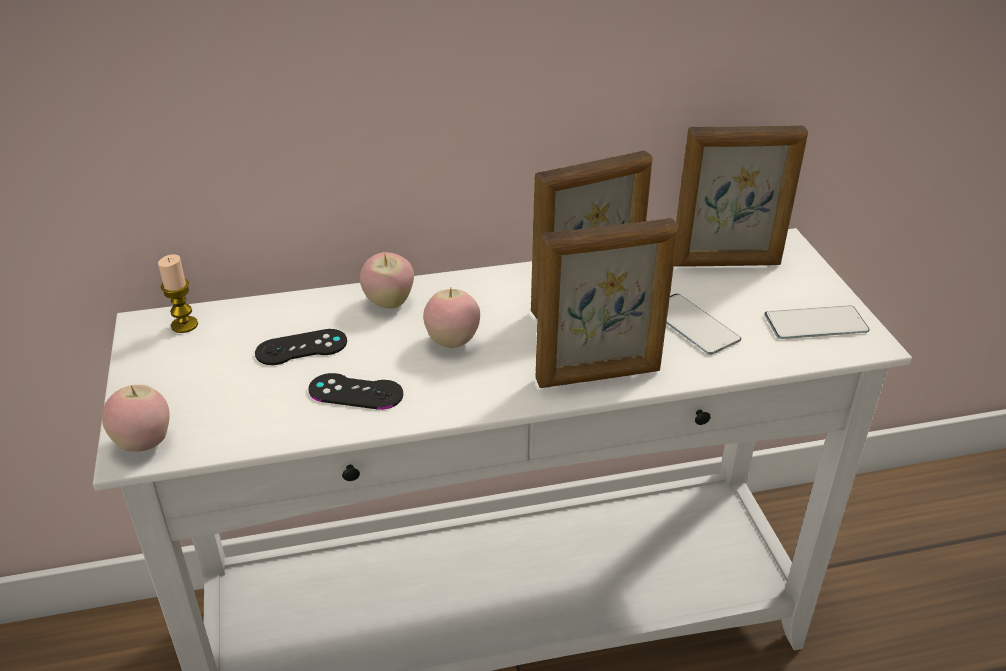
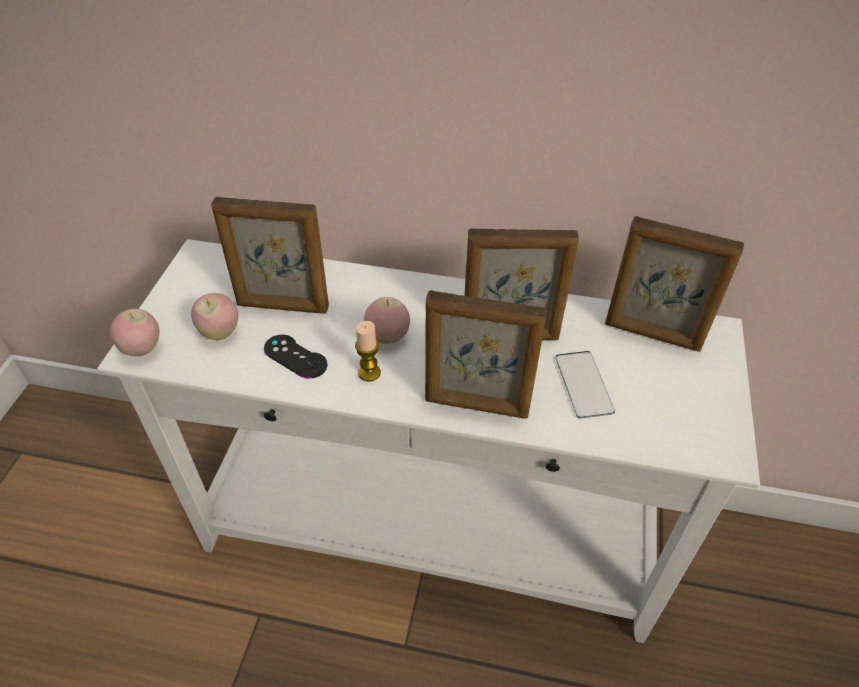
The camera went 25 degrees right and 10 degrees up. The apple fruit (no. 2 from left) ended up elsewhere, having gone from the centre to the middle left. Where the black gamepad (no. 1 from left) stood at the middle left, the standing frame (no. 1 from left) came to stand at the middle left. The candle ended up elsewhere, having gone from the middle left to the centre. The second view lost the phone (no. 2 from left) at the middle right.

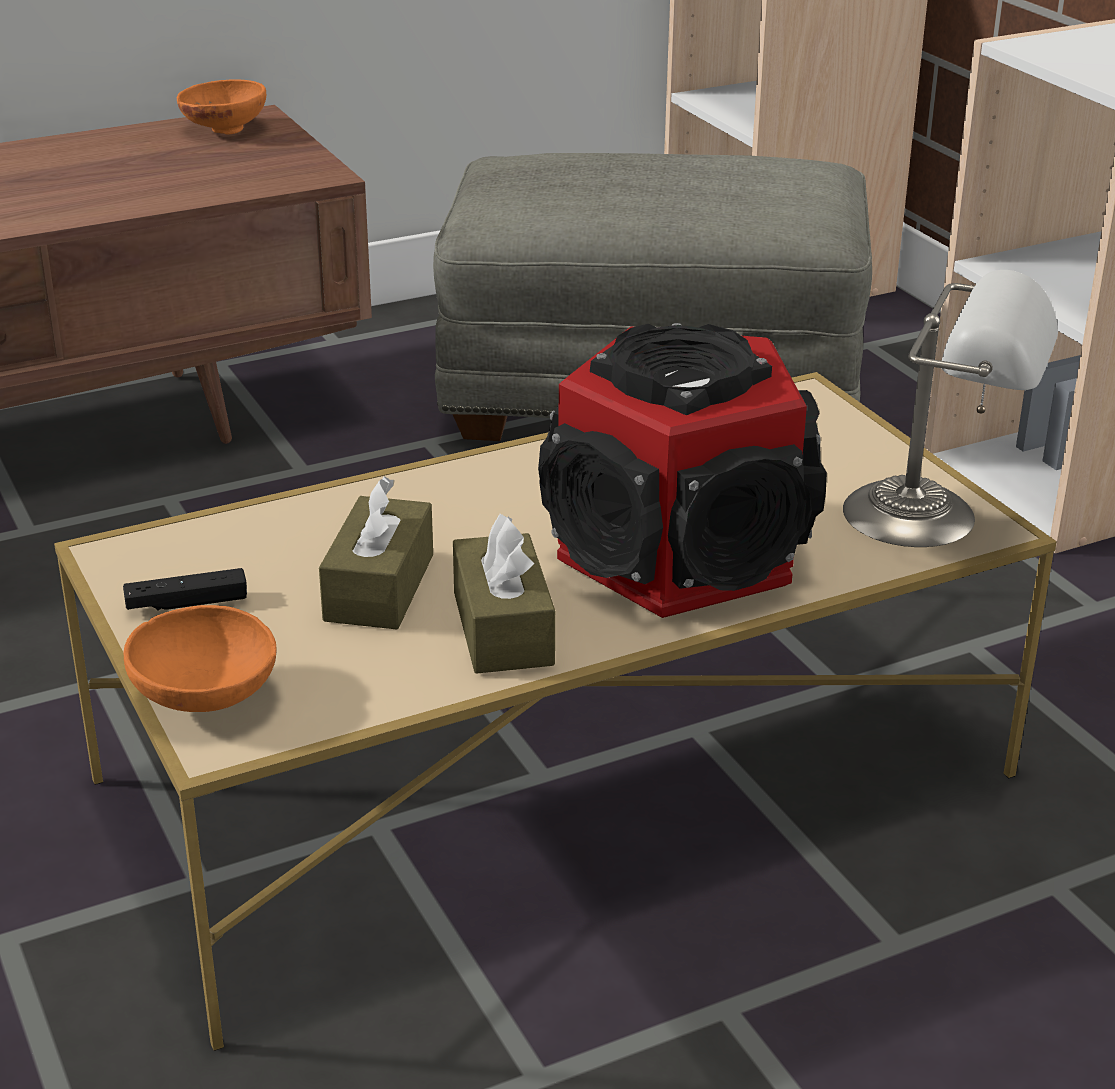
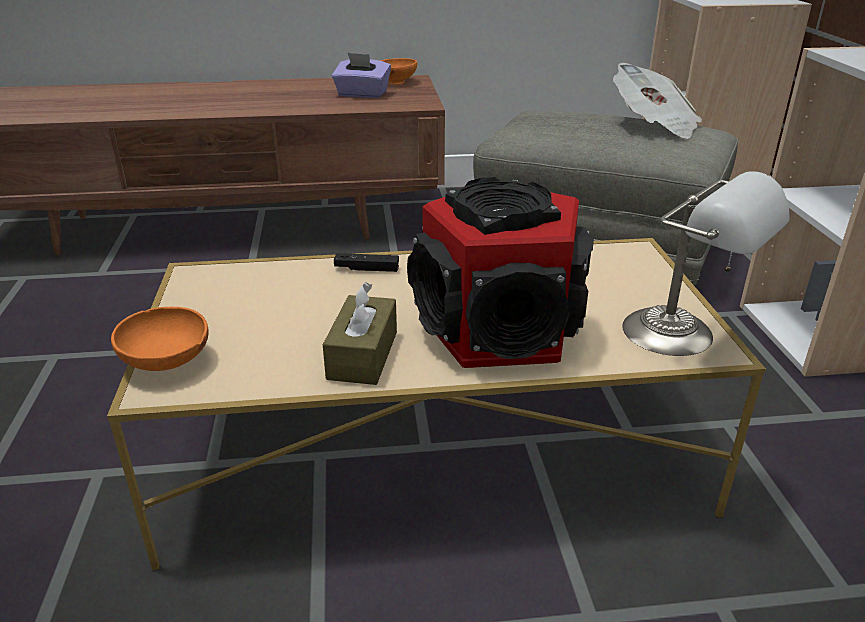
The camera went 20 degrees right and 0 degrees up. The second view gained the purple-coloured tissue box at the top centre. The black gamepad ended up elsewhere, having gone from the middle left to the centre. The second view gained the printed paper at the top right. The second view lost the brownish tissue box (no. 1 from left) at the centre.

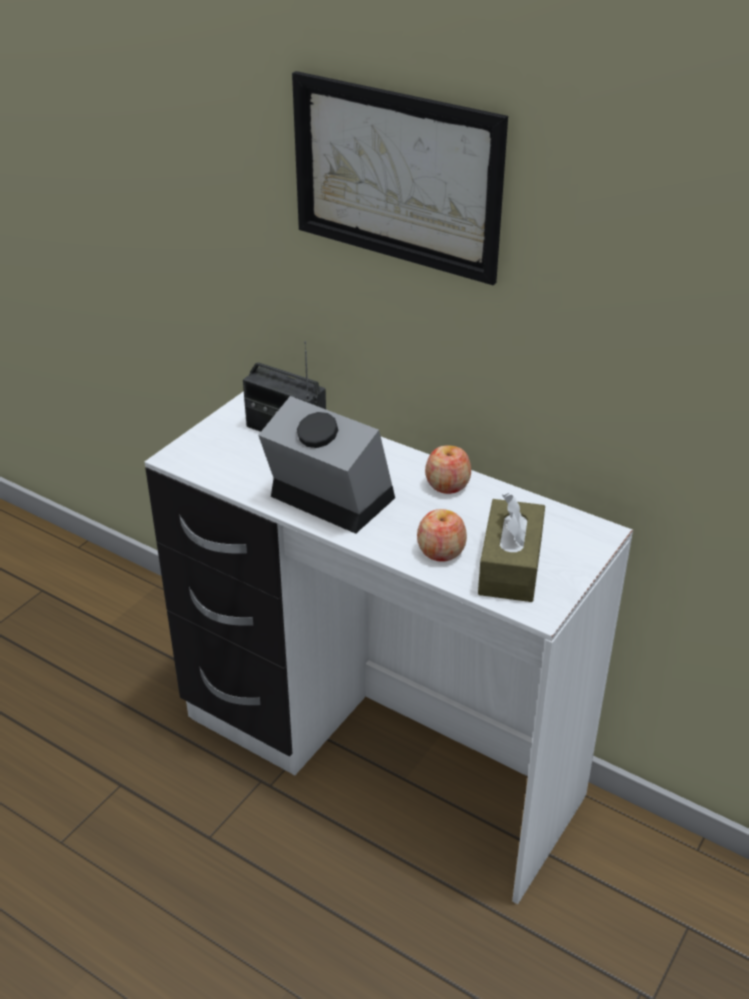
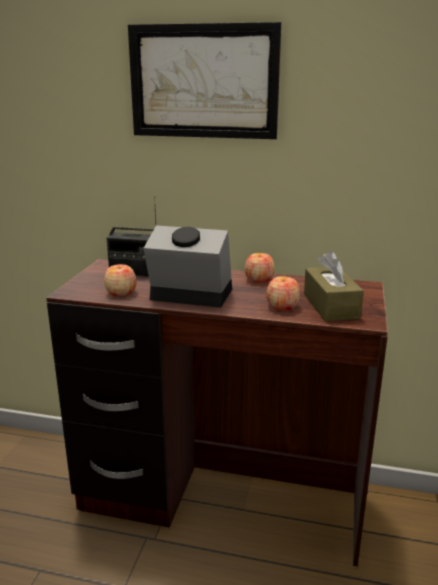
The camera went 20 degrees left and 15 degrees down. What was the white-coloured desk table at the centre turned into the brownish desk table at the bottom centre. The second view gained the apple fruit (no. 1 from left) at the middle left.

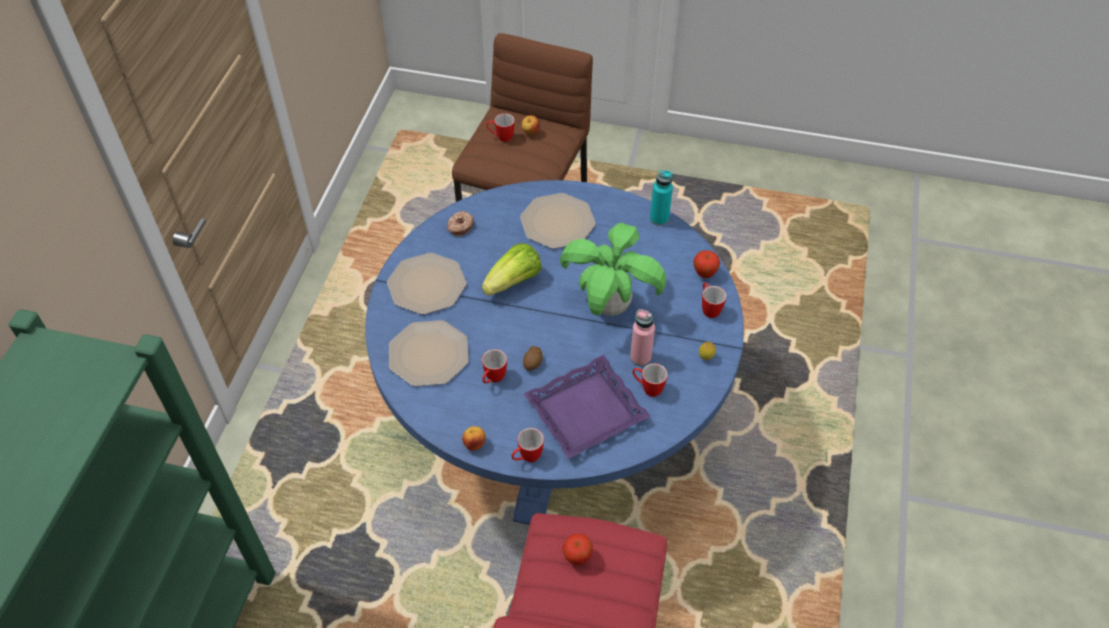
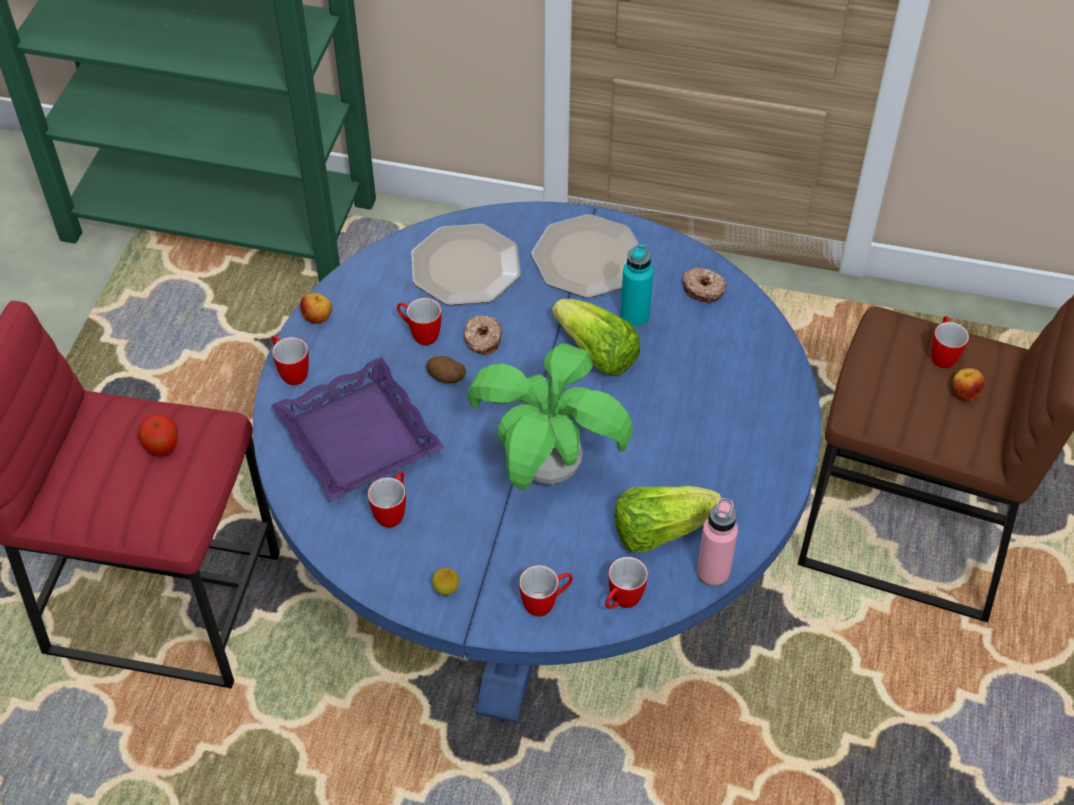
The camera went 90 degrees right and 0 degrees up. The second view gained the doughnut (no. 1 from left) at the centre. Where the apple fruit (no. 4 from left) stood at the centre, the mug (no. 5 from left) came to stand at the bottom centre. The second view gained the lettuce (no. 2 from left) at the centre. The blue-green bottle ended up elsewhere, having gone from the top centre to the centre. The pink-coloured bottle ended up elsewhere, having gone from the centre to the bottom right. The second view lost the dinner plate (no. 3 from left) at the centre.

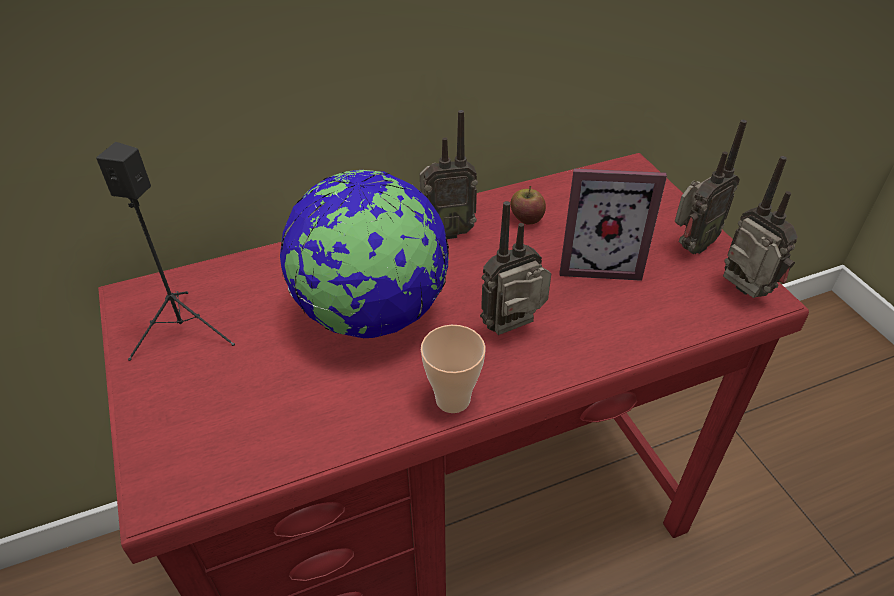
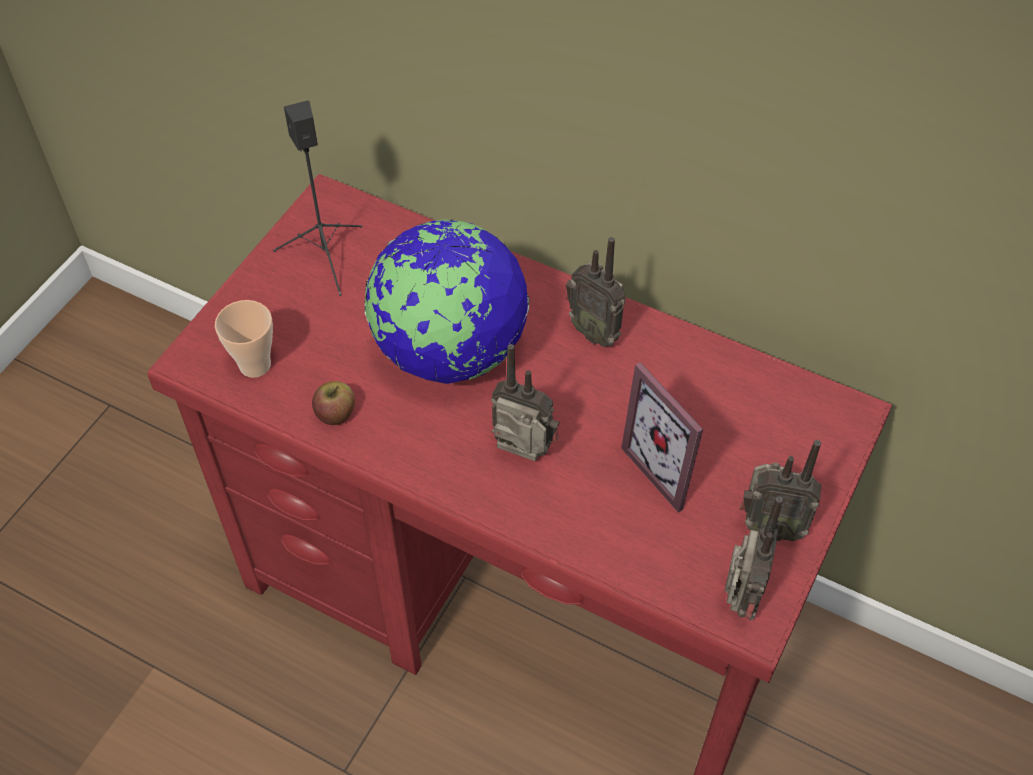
The camera went 50 degrees right and 10 degrees up. The drinking cup ended up elsewhere, having gone from the centre to the middle left. The apple fruit ended up elsewhere, having gone from the centre to the middle left.

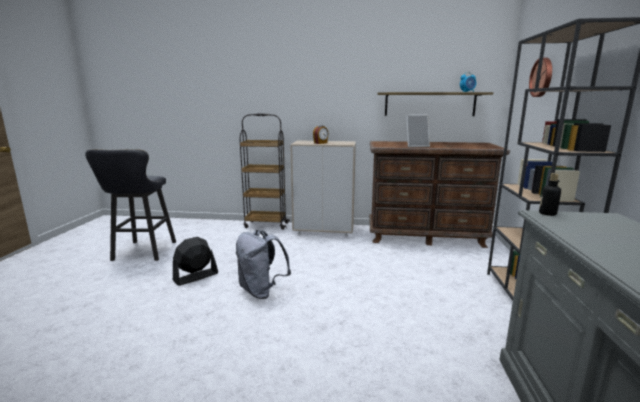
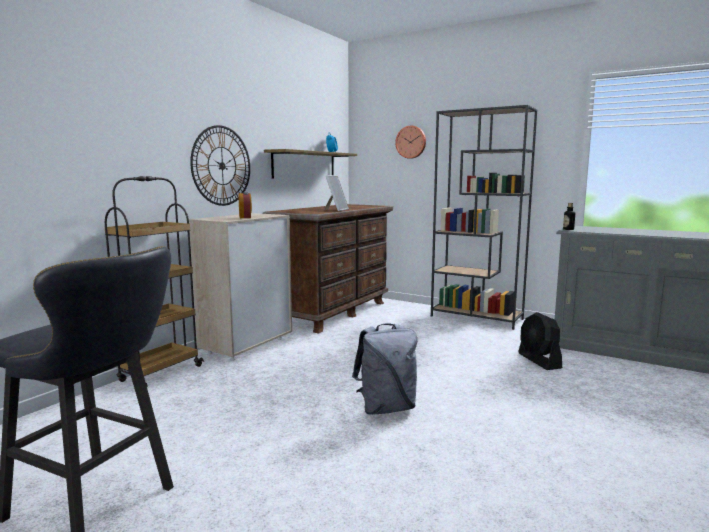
The camera went 65 degrees left and 5 degrees down. The second view gained the wall clock (no. 1 from left) at the top left. The black fan ended up elsewhere, having gone from the middle left to the middle right.

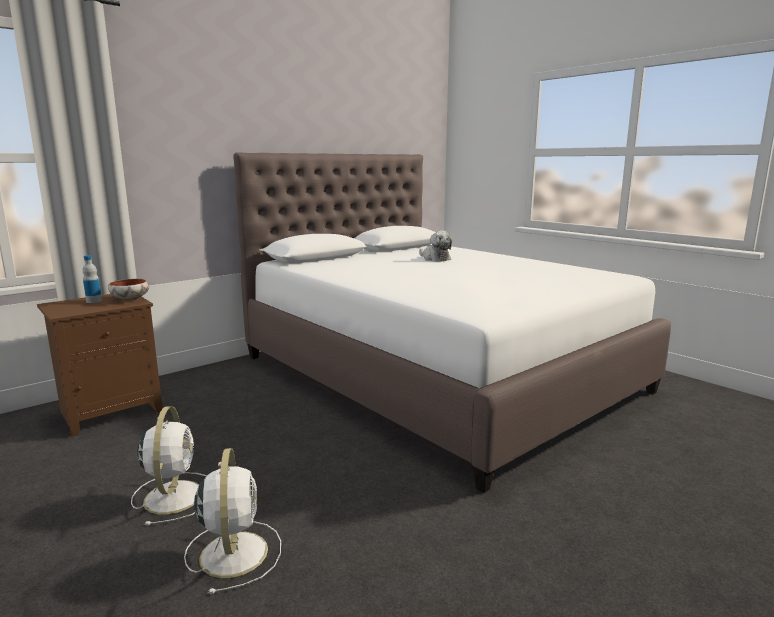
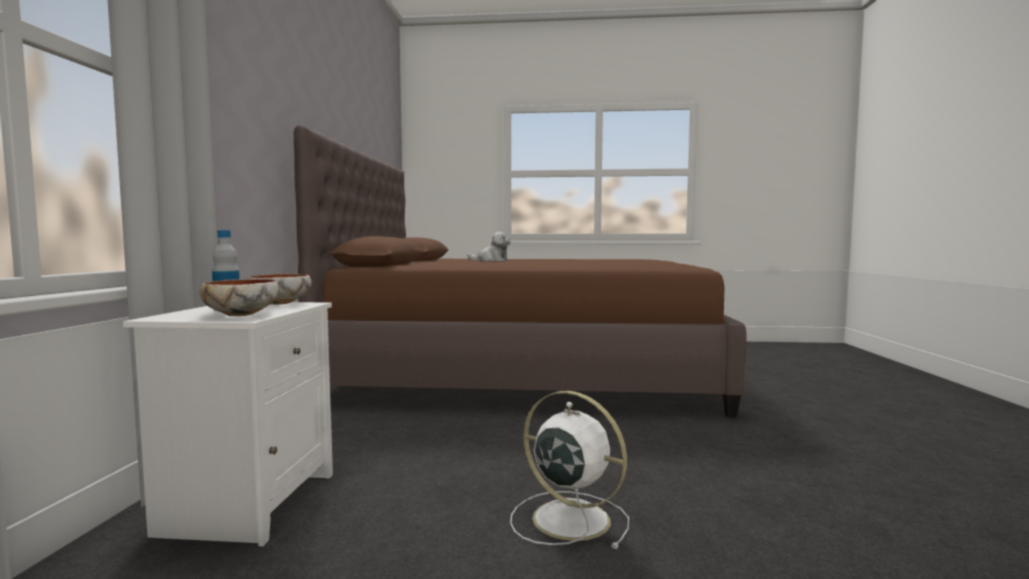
The camera went 45 degrees left and 10 degrees down. What was the brownish nightstand at the middle left turned into the white-coloured nightstand at the bottom left. The second view gained the serving bowl (no. 1 from left) at the middle left. What was the white-coloured sleeping bed at the centre turned into the brownish sleeping bed at the centre. The second view lost the white-coloured fan (no. 2 from left) at the bottom left.

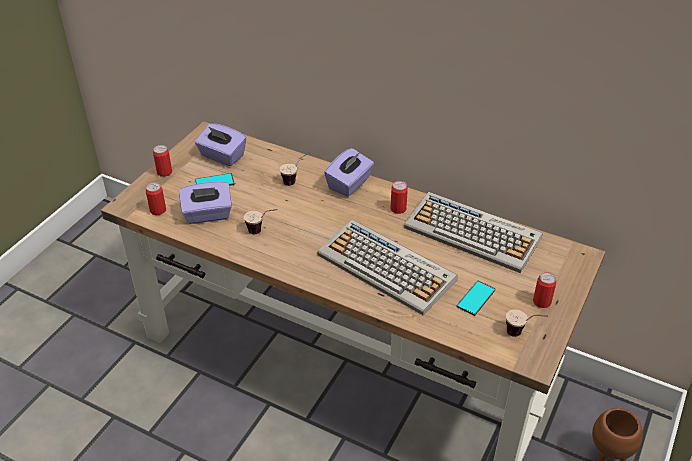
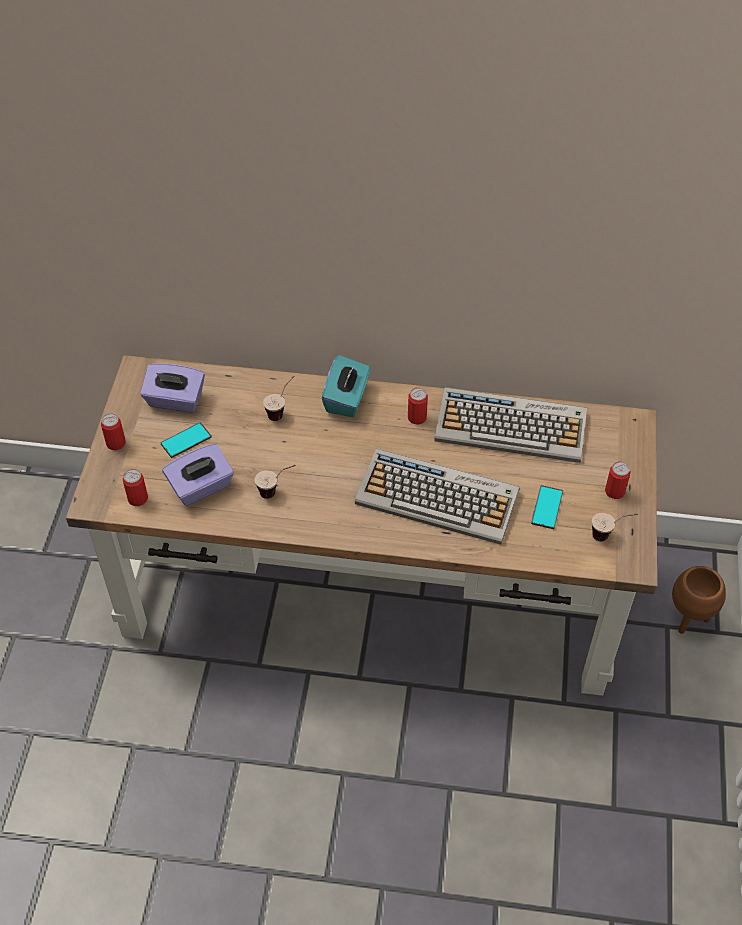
The camera went 20 degrees left and 10 degrees up. What was the purple-coloured tissue box (no. 3 from left) at the centre turned into the blue-green tissue box at the centre.

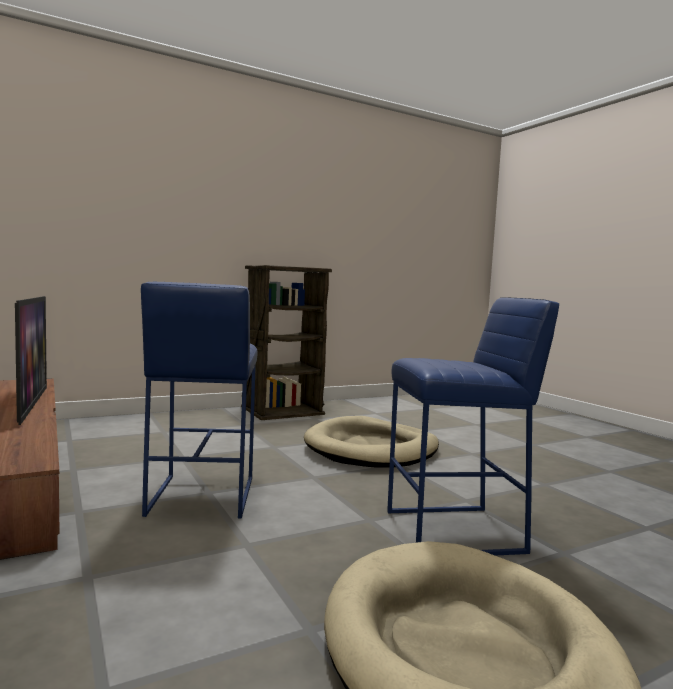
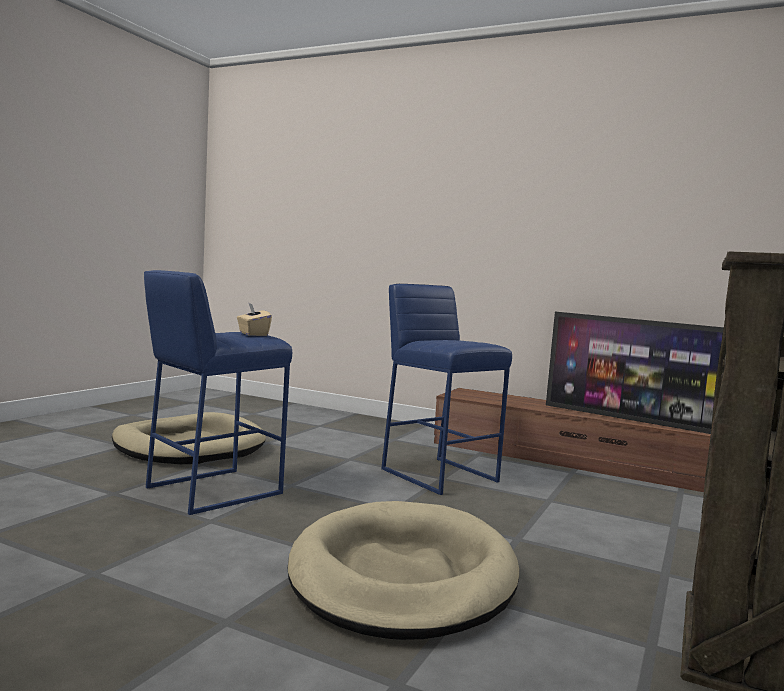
The camera went 145 degrees right and 0 degrees up. The second view gained the beige tissue box at the middle left.

